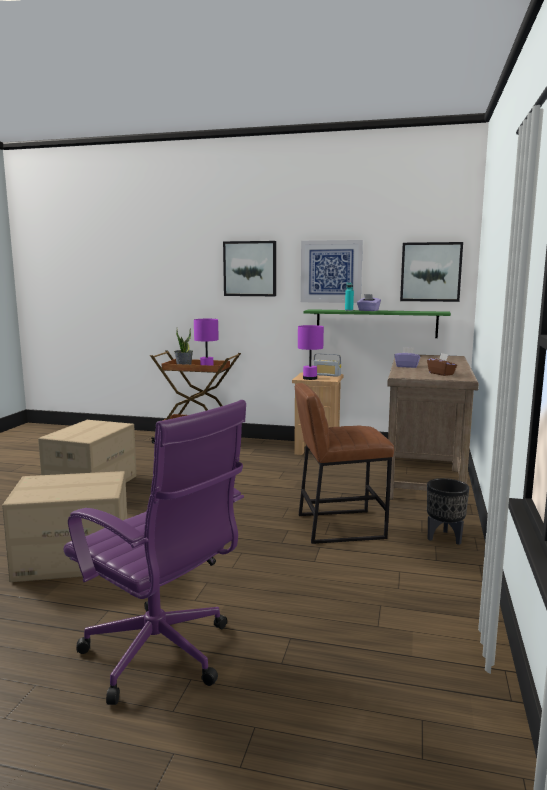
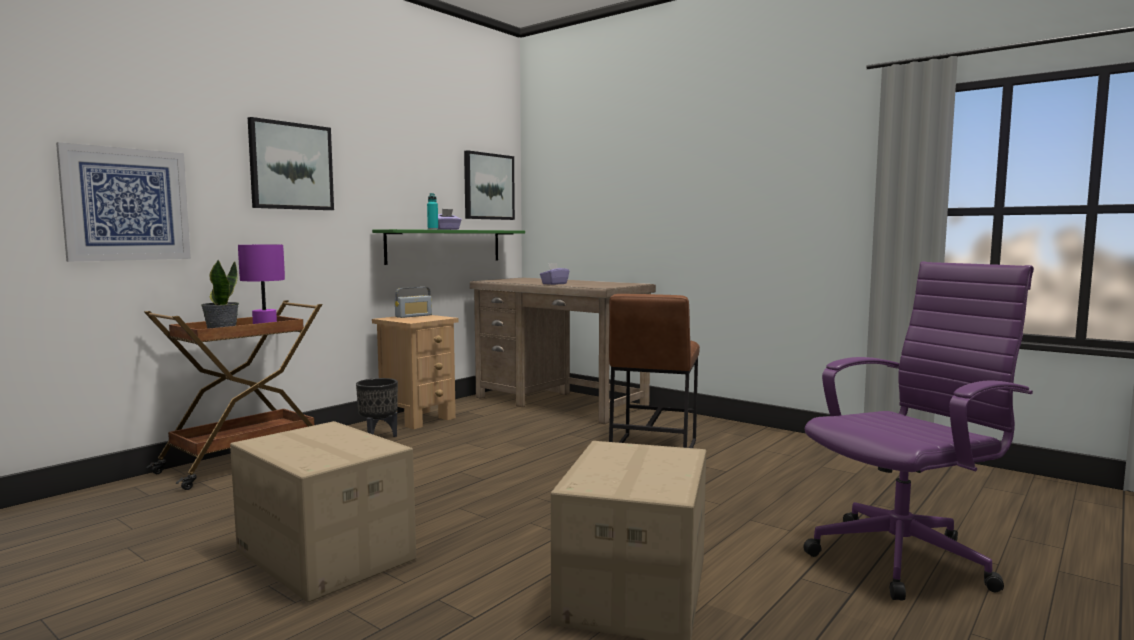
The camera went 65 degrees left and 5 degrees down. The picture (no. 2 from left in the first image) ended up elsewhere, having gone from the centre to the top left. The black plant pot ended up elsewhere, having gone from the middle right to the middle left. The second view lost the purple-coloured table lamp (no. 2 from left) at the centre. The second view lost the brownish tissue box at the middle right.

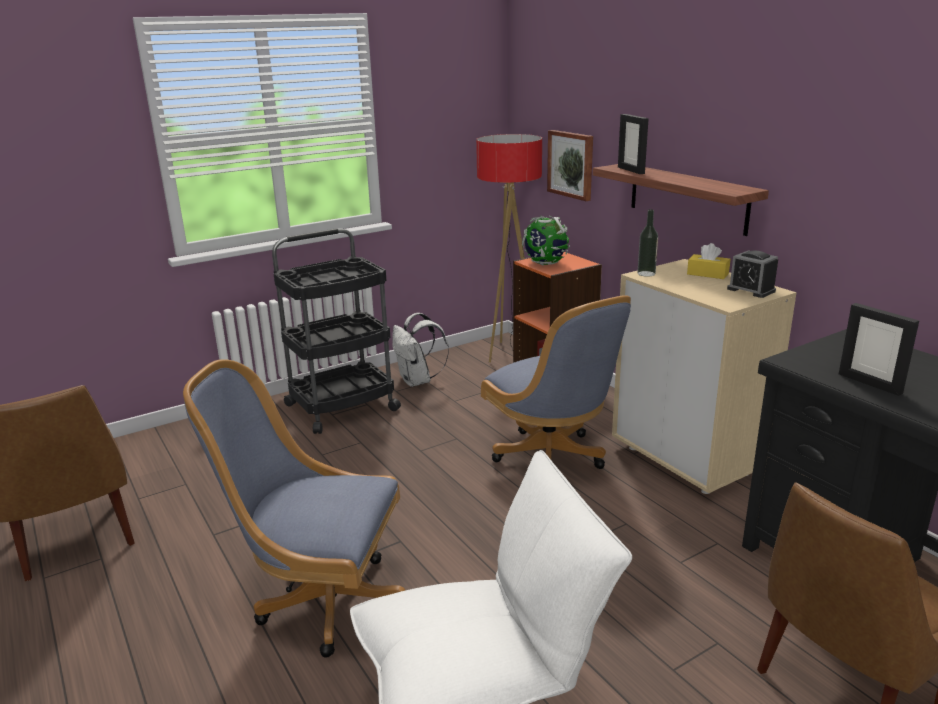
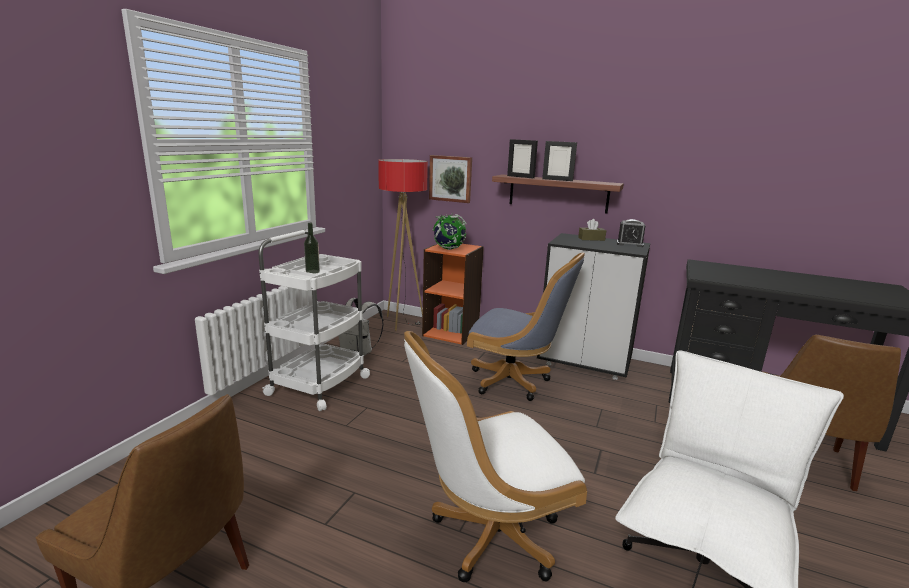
The camera went 35 degrees left and 5 degrees down. What was the black wheeled cart at the centre turned into the white-coloured wheeled cart at the centre. The bottle ended up elsewhere, having gone from the middle right to the centre. What was the blue desk chair (no. 1 from left) at the bottom left turned into the white-coloured desk chair (no. 1 from left) at the bottom centre. What was the beige cabinet at the middle right turned into the black cabinet at the centre. The standing frame (no. 2 from left) ended up elsewhere, having gone from the middle right to the top centre. What was the yellow tissue box at the middle right turned into the brownish tissue box at the centre.

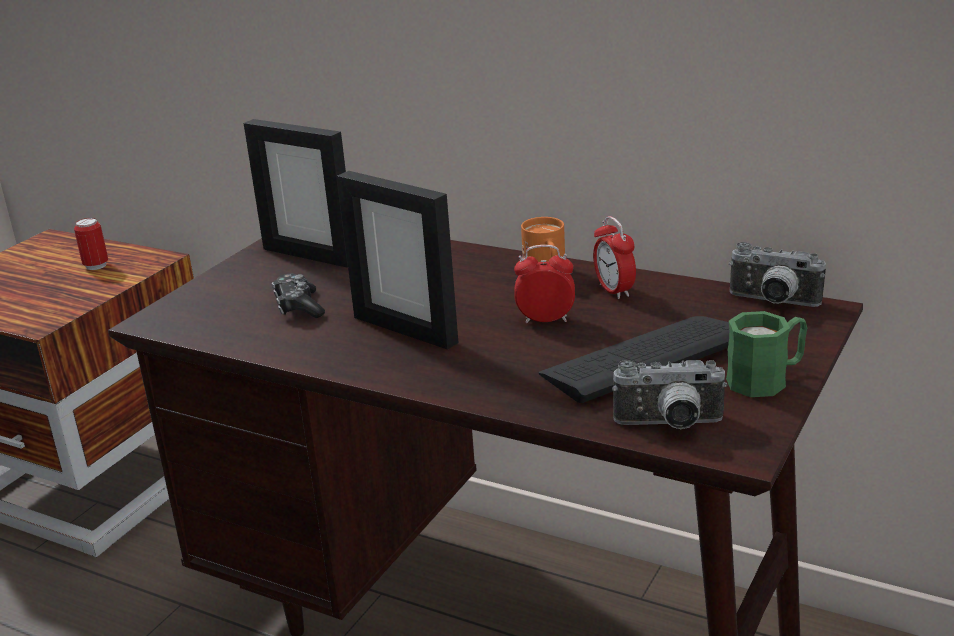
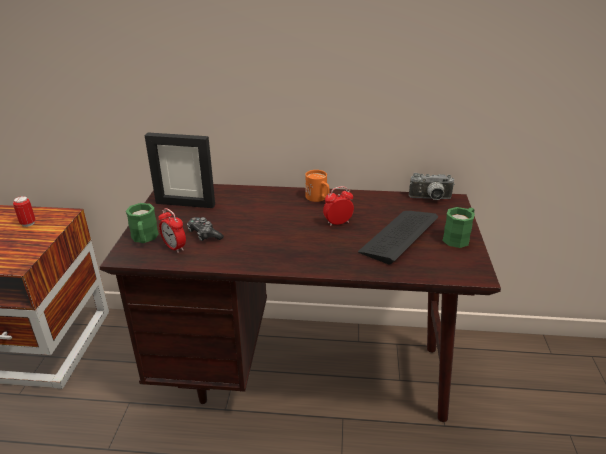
The camera went 25 degrees left and 5 degrees up. The second view gained the greenish mug (no. 1 from left) at the middle left. The alarm clock (no. 2 from left in the first image) ended up elsewhere, having gone from the centre to the middle left. The second view lost the standing frame (no. 2 from left) at the centre. The second view lost the photo camera (no. 1 from left) at the middle right.

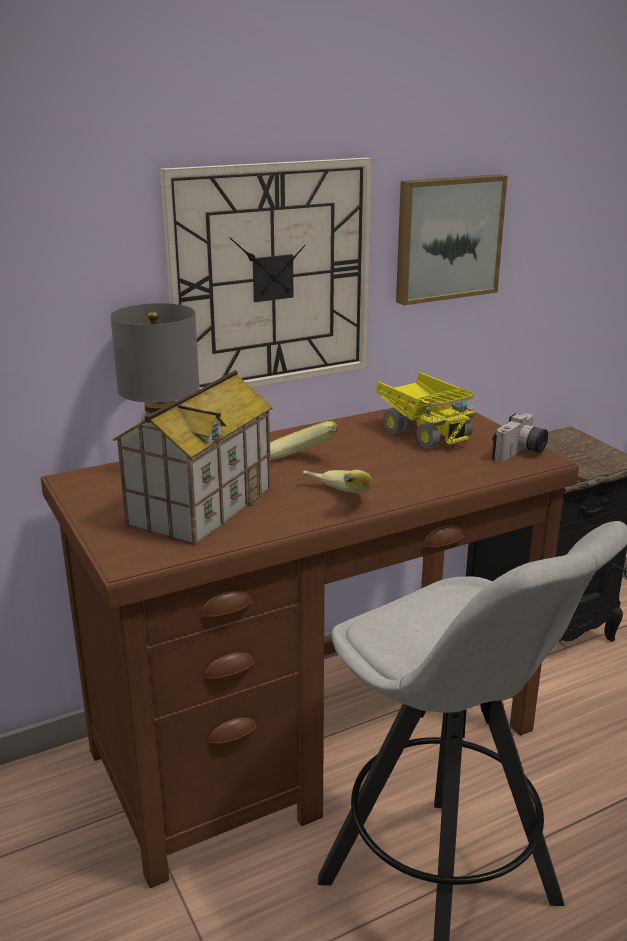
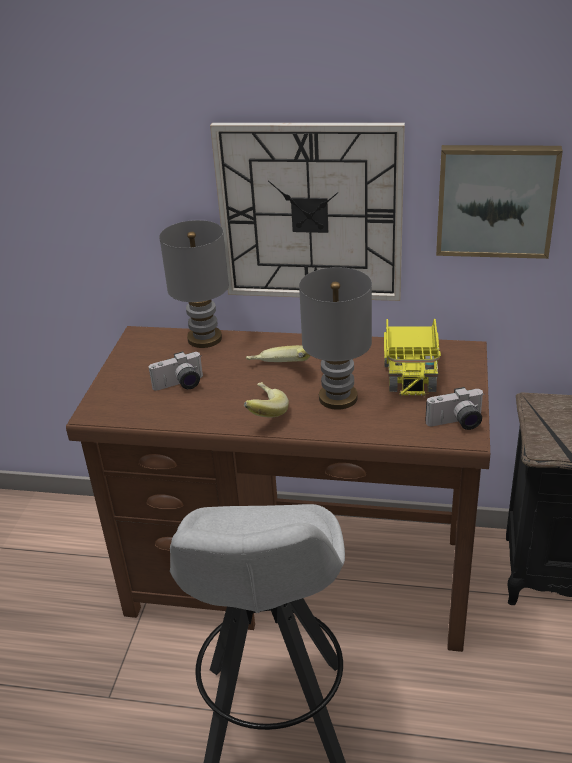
The camera went 40 degrees right and 10 degrees up. Where the miniature house stood at the middle left, the photo camera (no. 1 from left) came to stand at the middle left. The second view gained the greyish table lamp (no. 2 from left) at the centre.

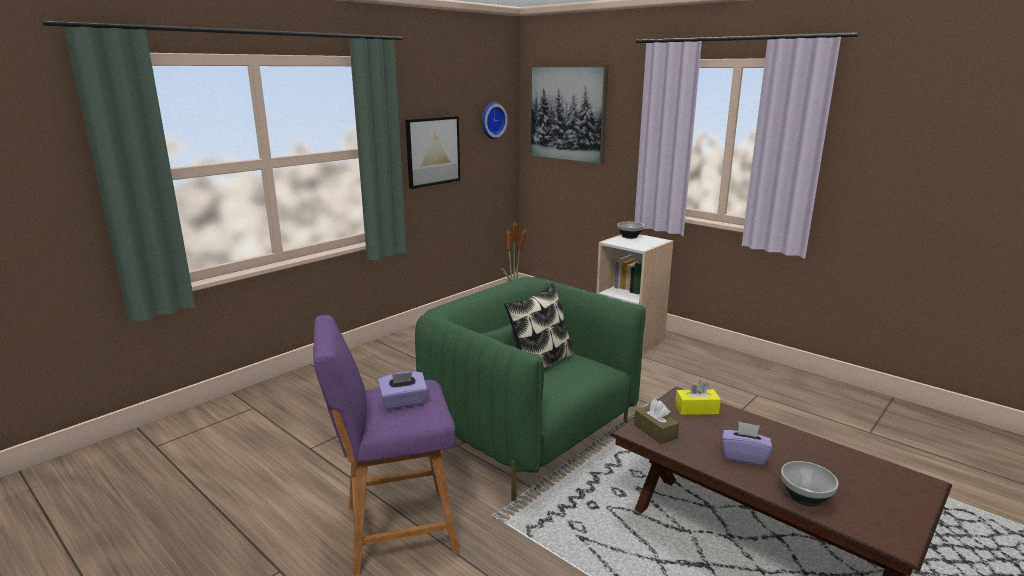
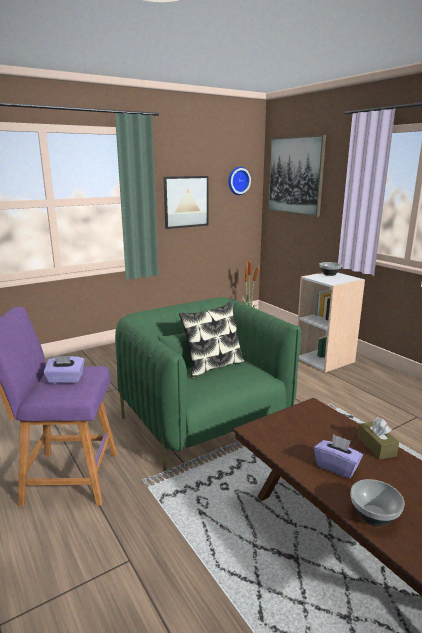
The camera went 15 degrees right and 0 degrees up. The brownish tissue box ended up elsewhere, having gone from the bottom centre to the bottom right. The second view lost the yellow tissue box at the bottom right.

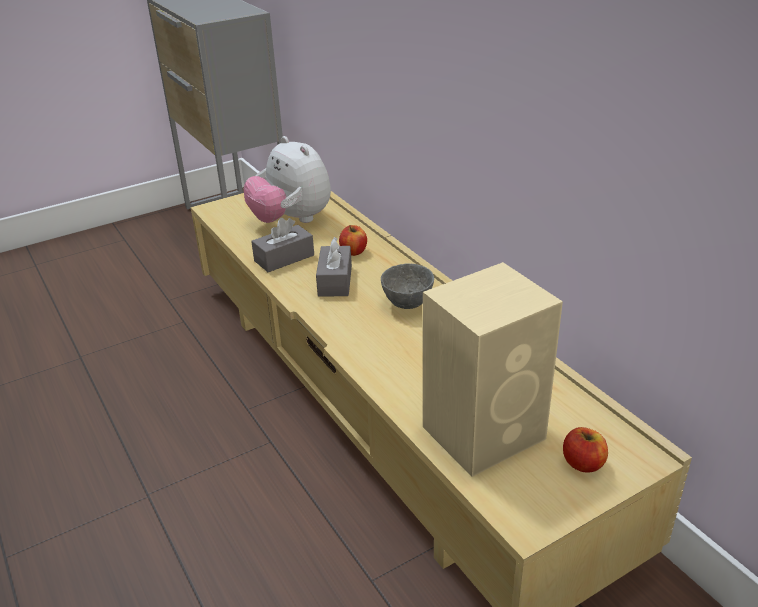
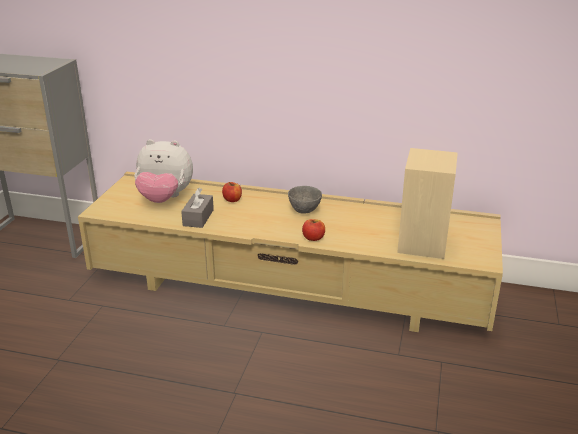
The camera went 45 degrees left and 5 degrees down. The apple fruit (no. 2 from left) ended up elsewhere, having gone from the bottom right to the centre. The second view lost the greyish tissue box (no. 2 from left) at the centre.

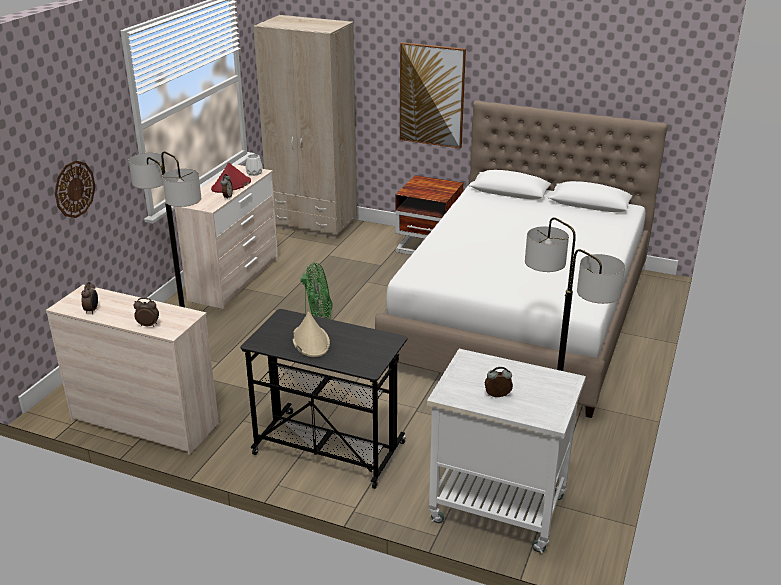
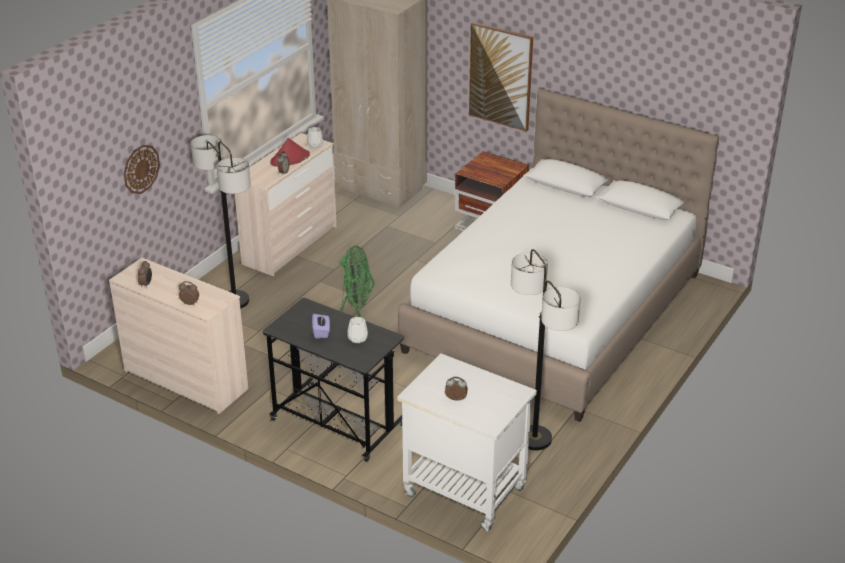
The camera went 10 degrees right and 5 degrees up. Where the beige wearable hat stood at the centre, the purple-coloured tissue box came to stand at the centre. The second view gained the white-coloured flower vase (no. 2 from left) at the centre.

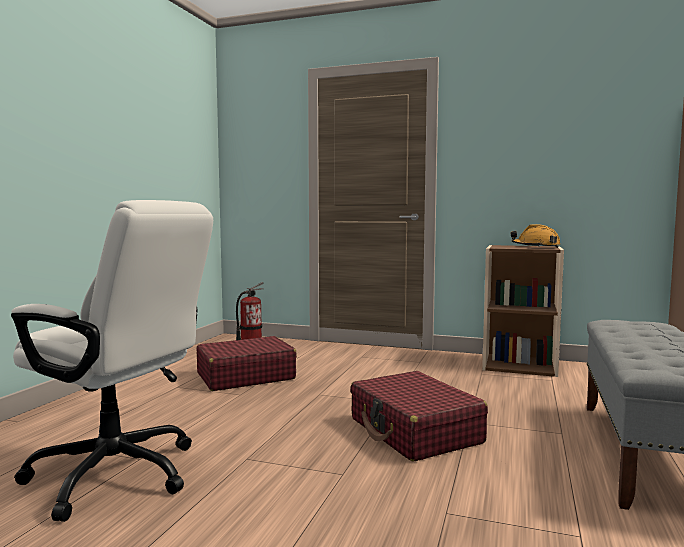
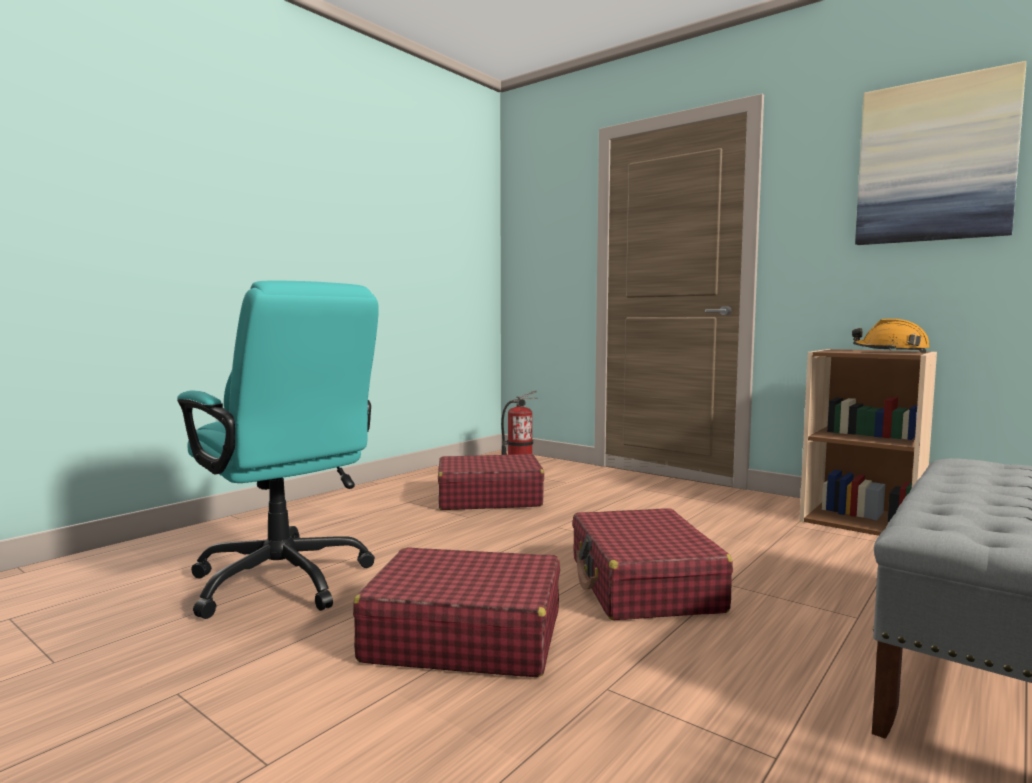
The camera went 20 degrees right and 0 degrees up. What was the white-coloured desk chair at the middle left turned into the blue-green desk chair at the middle left. The second view gained the reddish travel case (no. 1 from left) at the bottom centre. The second view gained the picture at the top right.

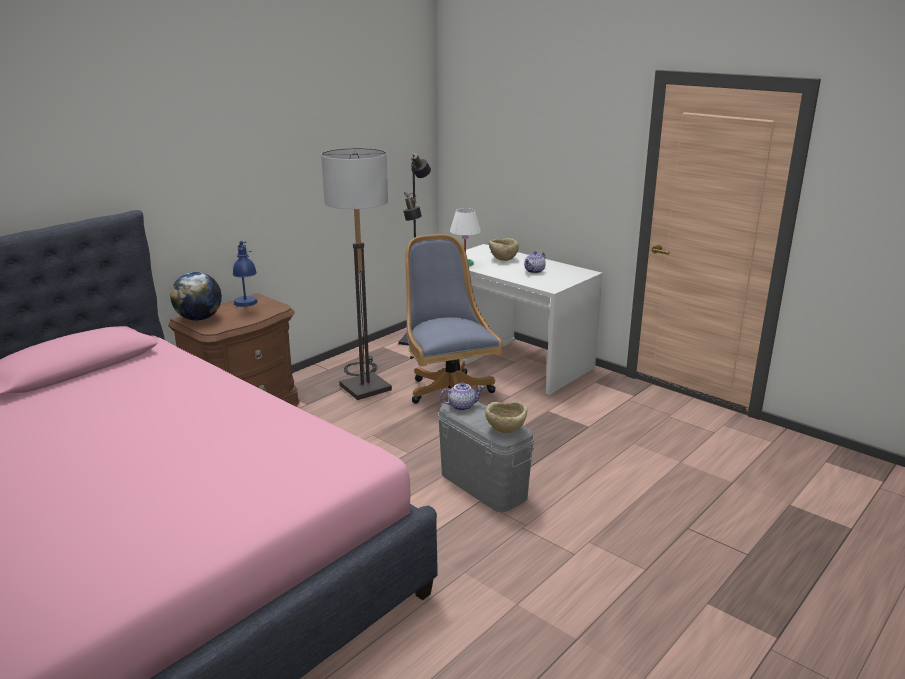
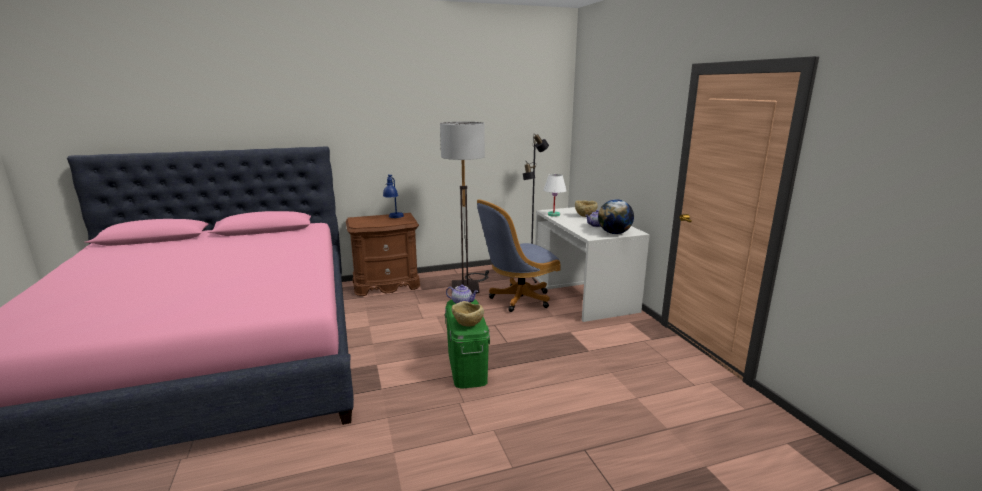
The camera went 30 degrees right and 5 degrees down. What was the greyish storage bin at the bottom centre turned into the greenish storage bin at the bottom centre. The blue desk chair at the centre ended up facing another way, 135 degrees counterclockwise from before. The world globe ended up elsewhere, having gone from the middle left to the centre.

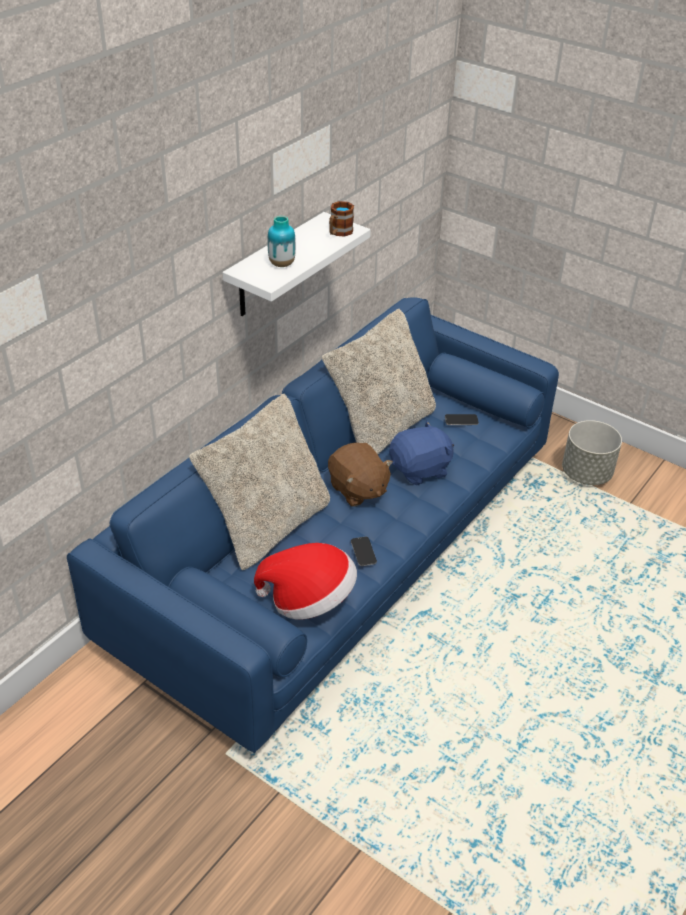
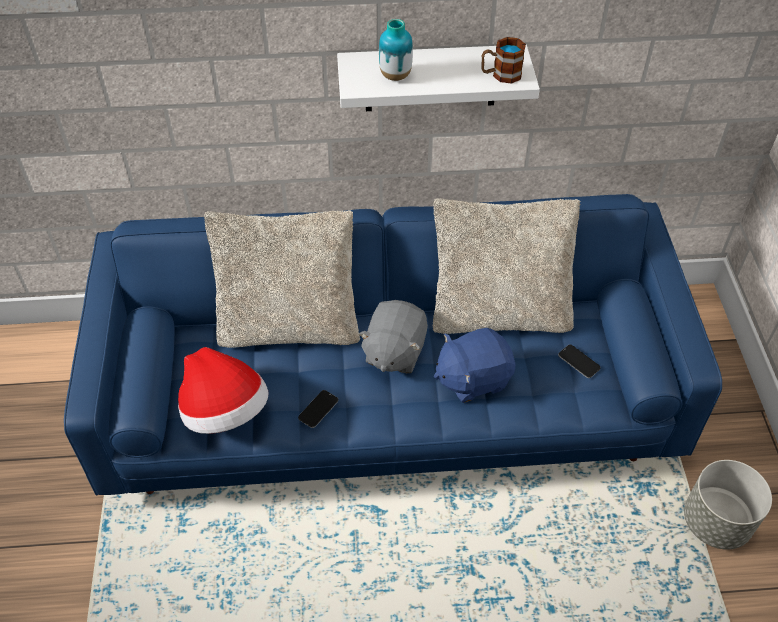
The camera went 50 degrees right and 10 degrees up. What was the brownish soft toy at the centre turned into the greyish soft toy at the centre. The blue soft toy at the centre ended up facing another way, 135 degrees clockwise from before.

